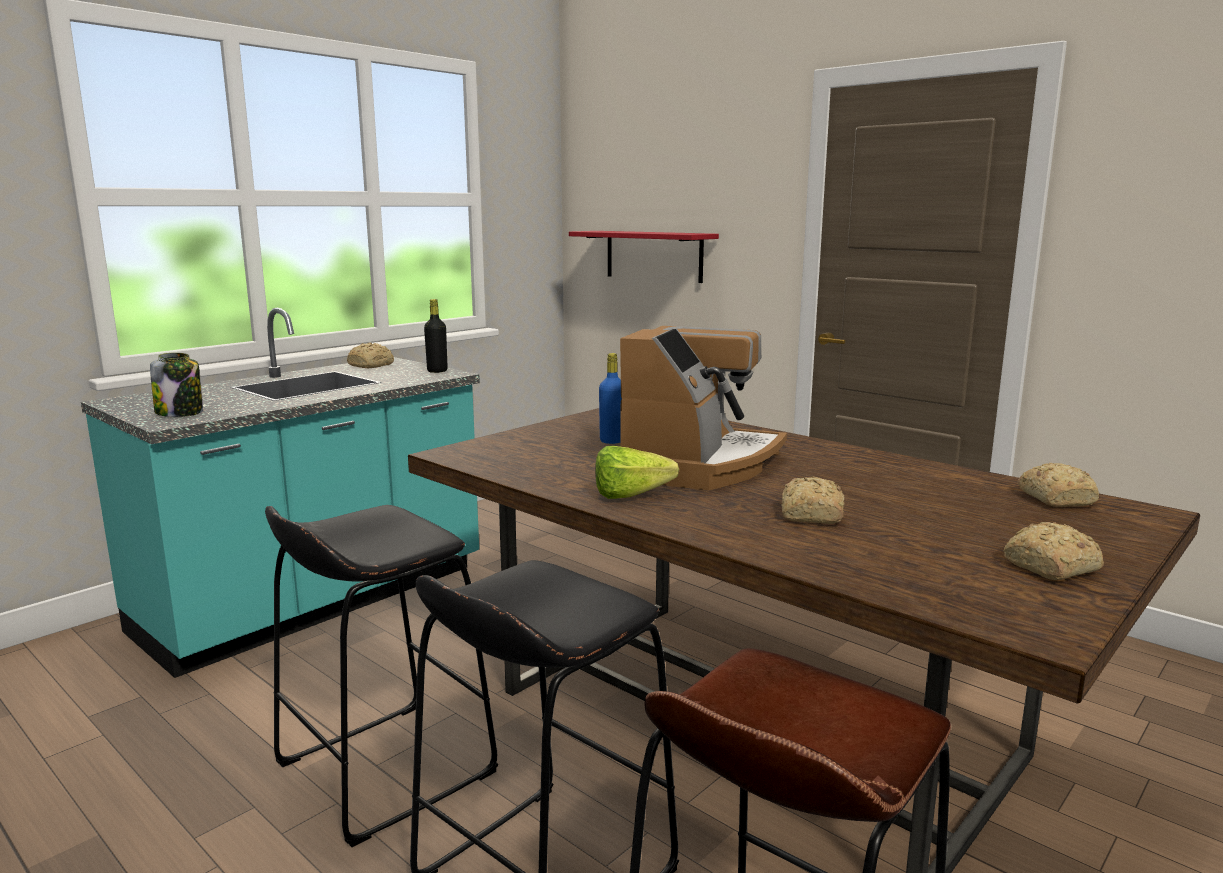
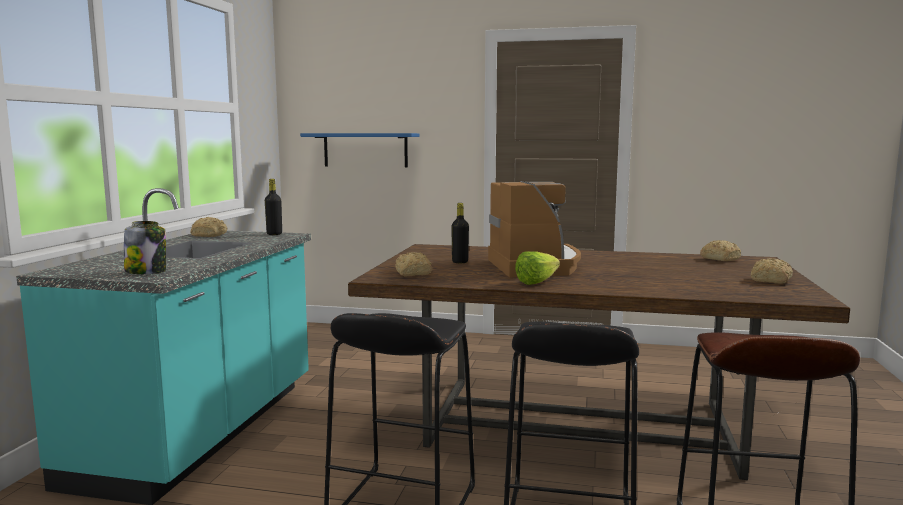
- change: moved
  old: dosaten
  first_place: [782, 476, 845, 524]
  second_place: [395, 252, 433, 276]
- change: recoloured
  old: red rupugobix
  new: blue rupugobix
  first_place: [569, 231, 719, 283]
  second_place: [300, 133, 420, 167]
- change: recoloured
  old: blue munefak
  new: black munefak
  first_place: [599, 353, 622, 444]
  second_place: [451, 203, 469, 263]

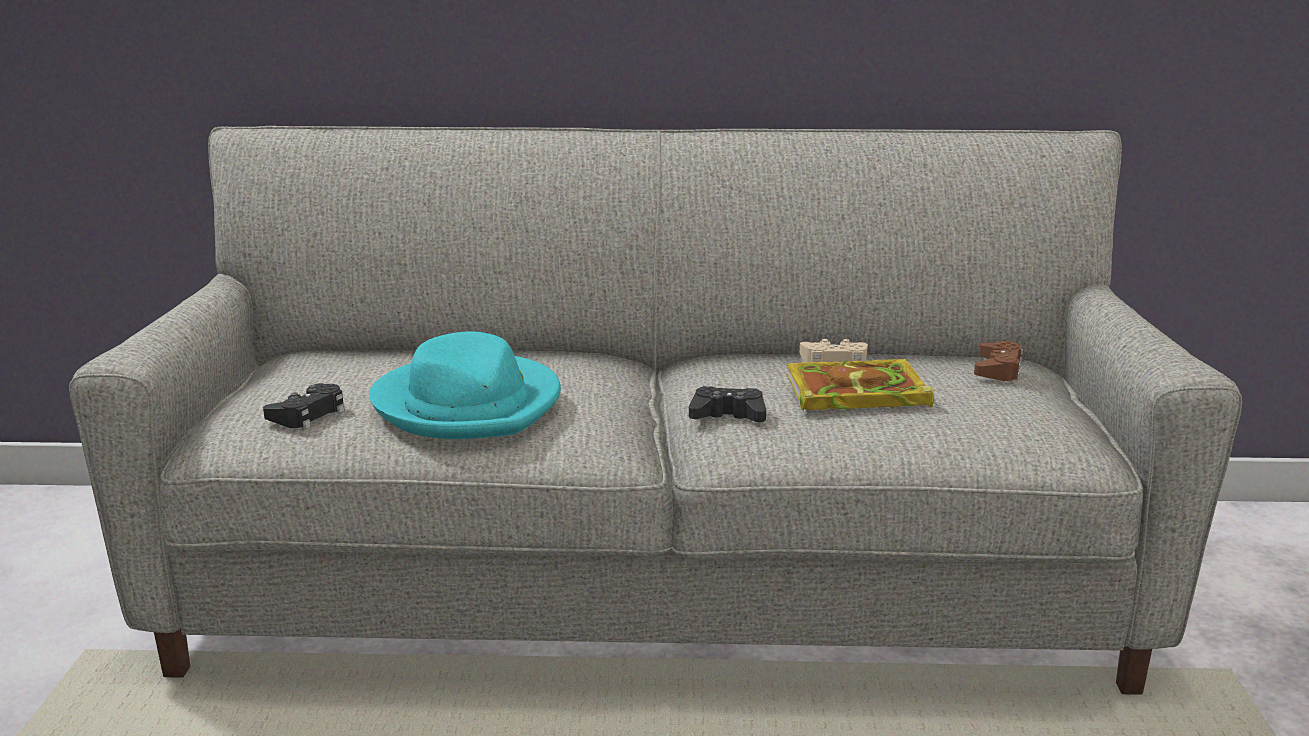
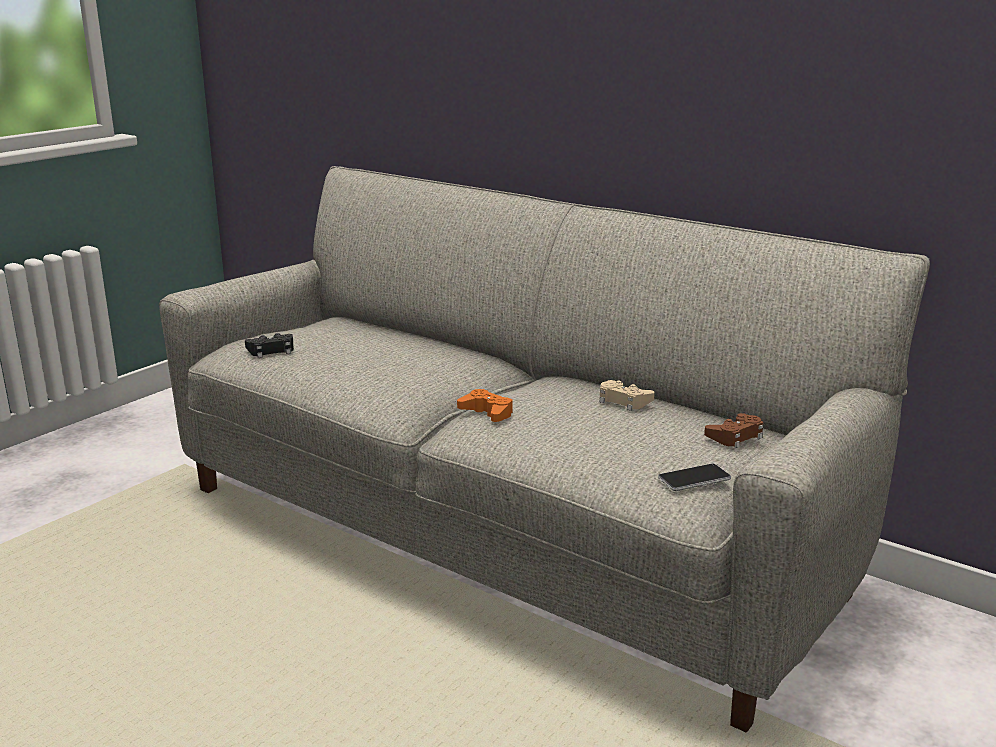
- change: removed
  old: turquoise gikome
  first_place: [369, 331, 561, 439]
- change: removed
  old: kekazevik
  first_place: [787, 359, 934, 410]
- change: added
  new: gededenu
  second_place: [658, 464, 731, 491]
- change: recoloured
  old: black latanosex
  new: orange latanosex
  first_place: [689, 386, 766, 422]
  second_place: [457, 389, 513, 422]

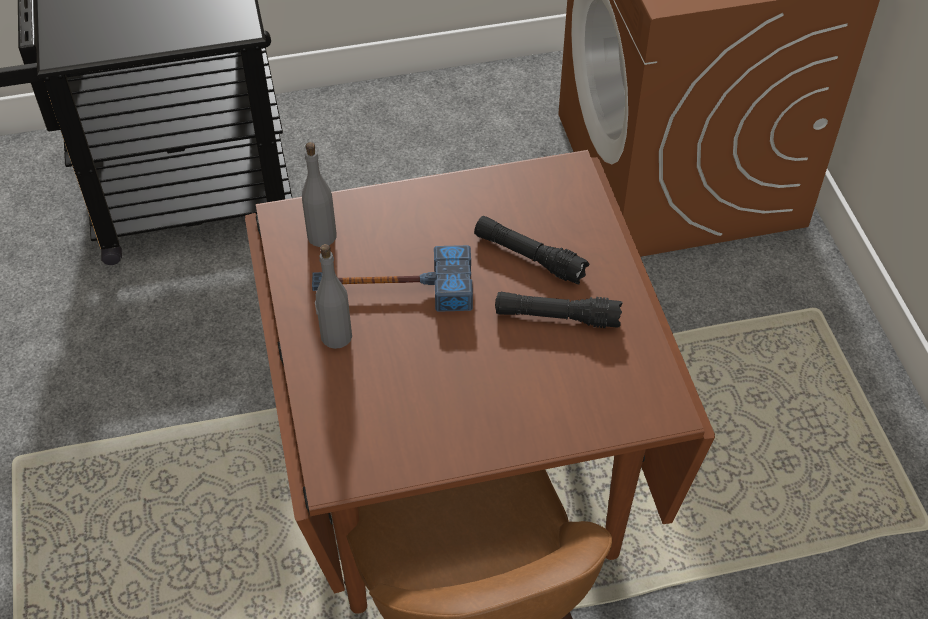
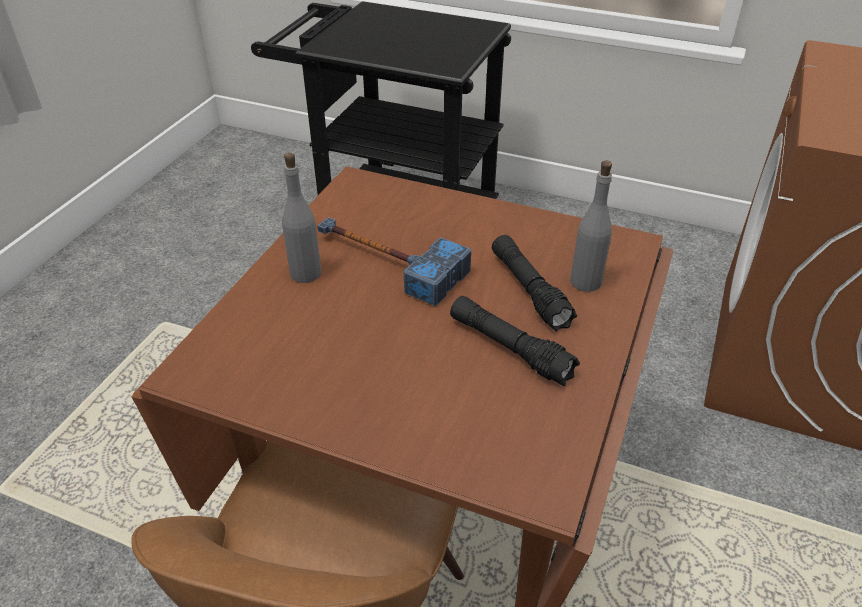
- change: moved
  old: grey munefak
  first_place: [302, 142, 337, 247]
  second_place: [570, 160, 612, 292]

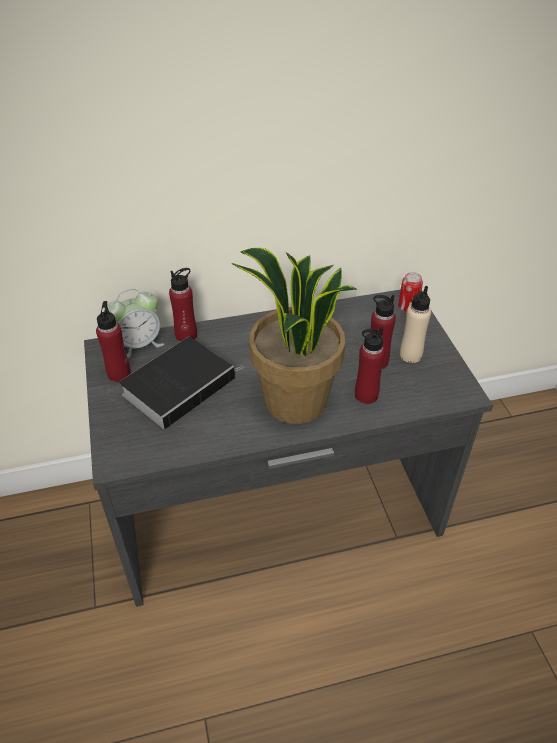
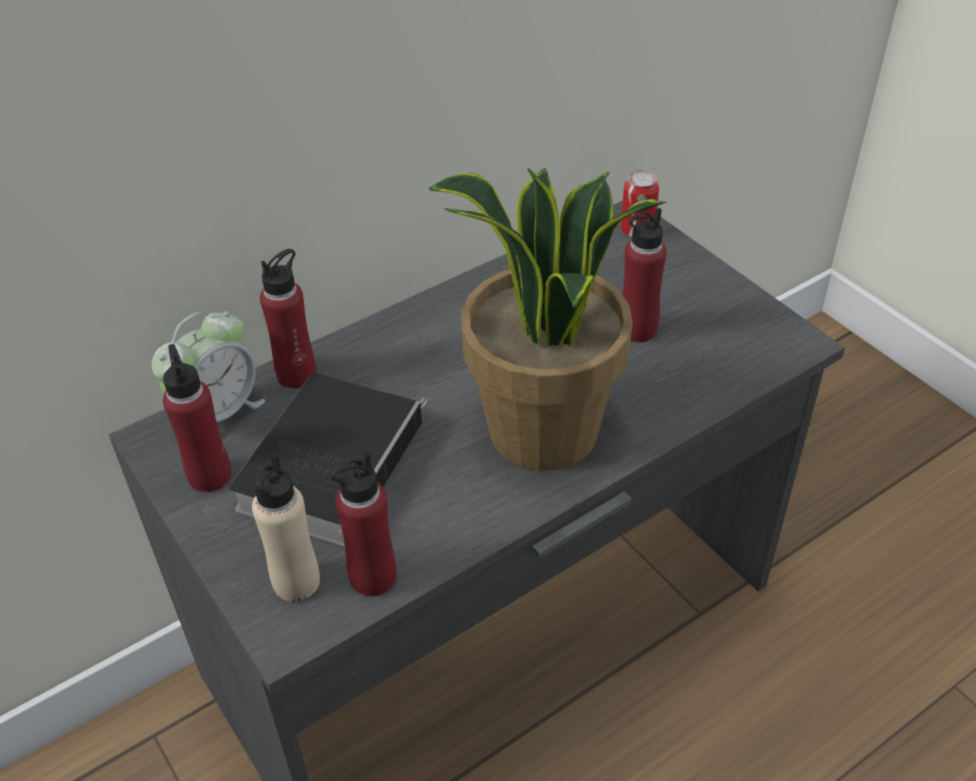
- change: moved
  old: red munefak
  first_place: [355, 327, 385, 404]
  second_place: [330, 451, 397, 596]
- change: moved
  old: beige munefak
  first_place: [400, 286, 431, 363]
  second_place: [252, 453, 320, 602]

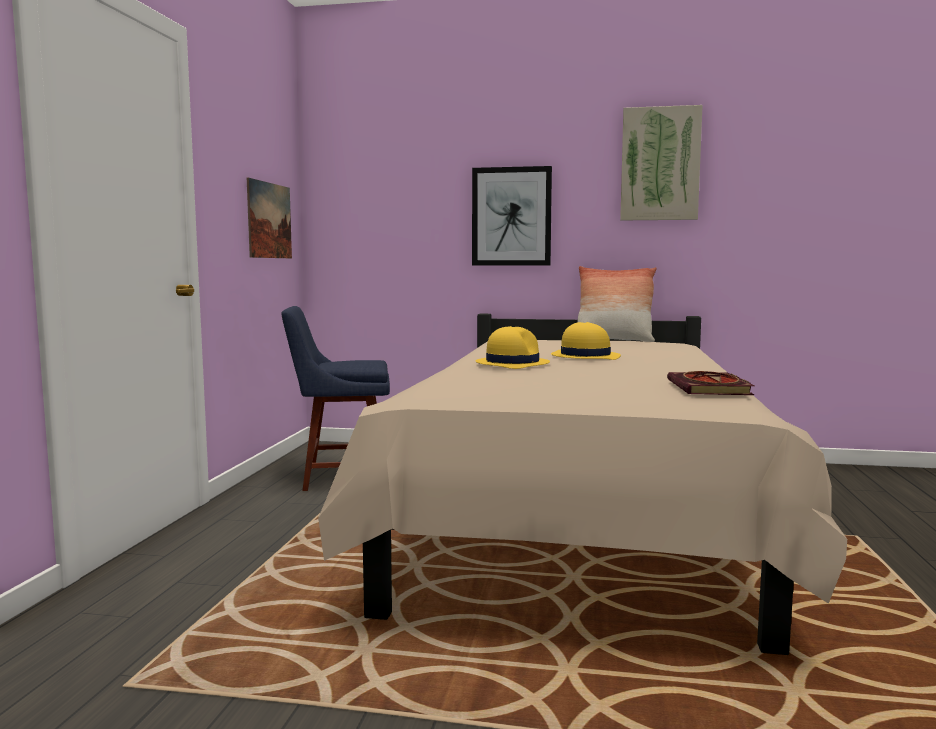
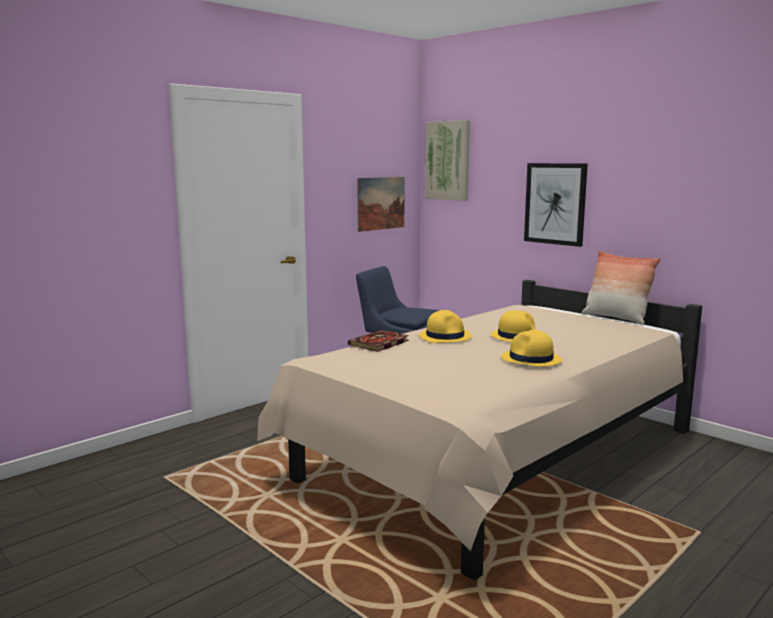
- change: added
  new: yellow gikome
  second_place: [501, 330, 562, 367]
- change: moved
  old: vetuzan
  first_place: [620, 105, 703, 221]
  second_place: [425, 120, 470, 201]
- change: moved
  old: kekazevik
  first_place: [667, 371, 754, 395]
  second_place: [348, 330, 409, 352]

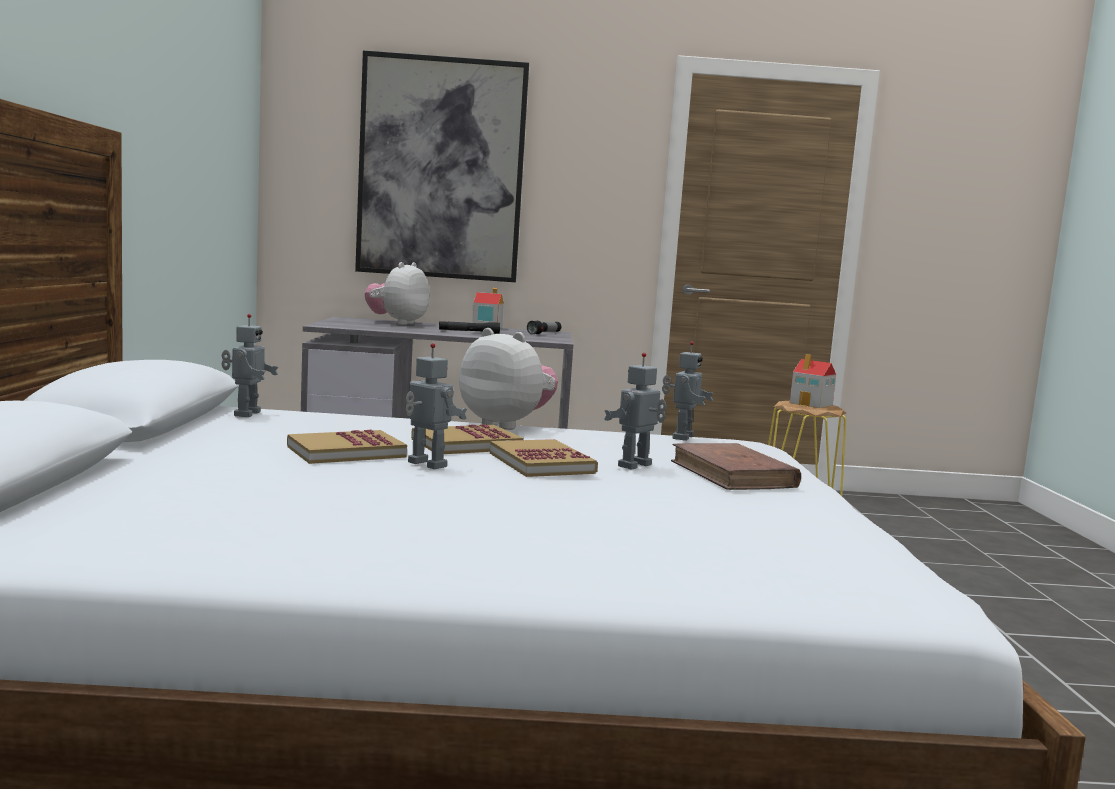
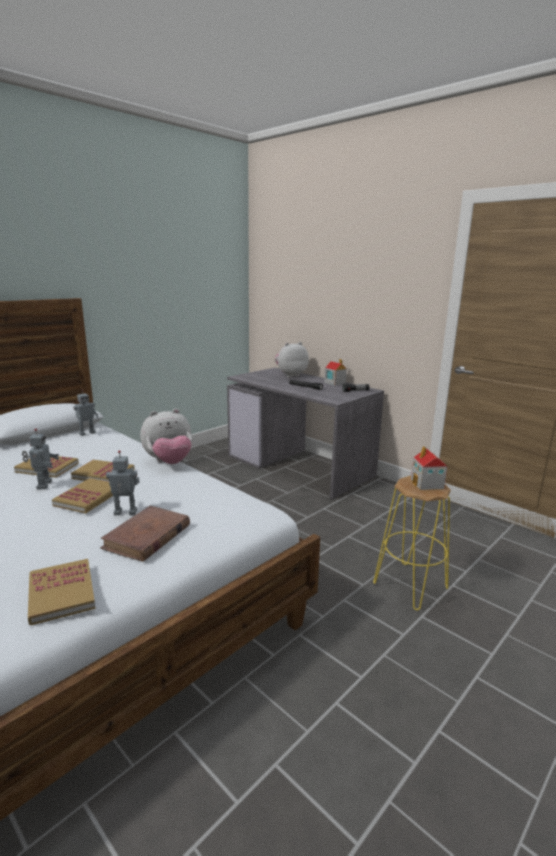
- change: removed
  old: vetuzan
  first_place: [355, 50, 529, 282]
- change: removed
  old: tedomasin
  first_place: [662, 341, 714, 441]
- change: added
  new: kekazevik
  second_place: [28, 559, 96, 625]
- change: turned
  old: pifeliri
  first_place: [459, 328, 558, 430]
  second_place: [140, 409, 192, 464]
  degrees: 75

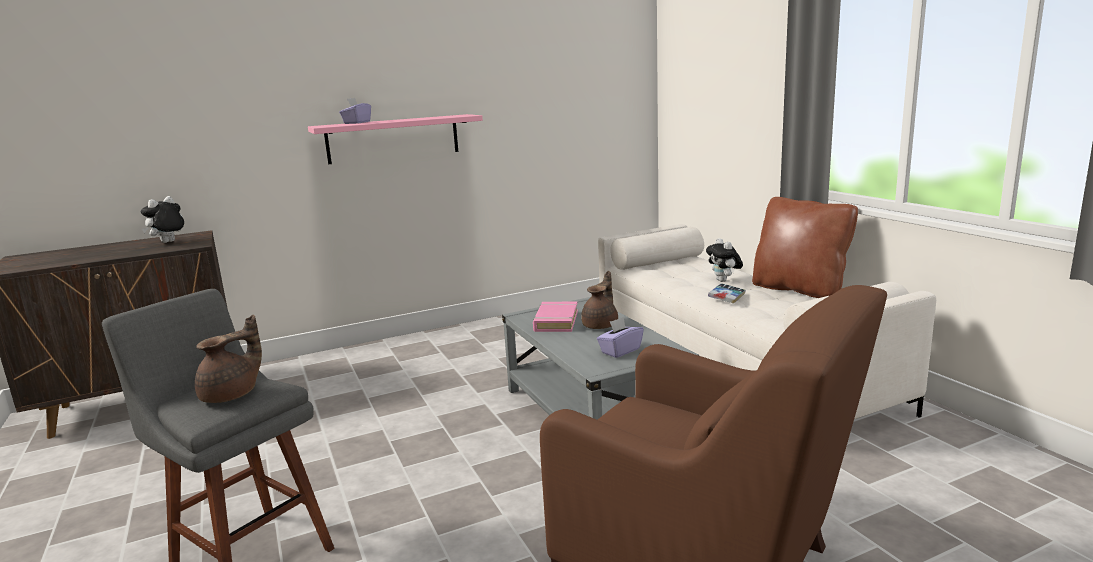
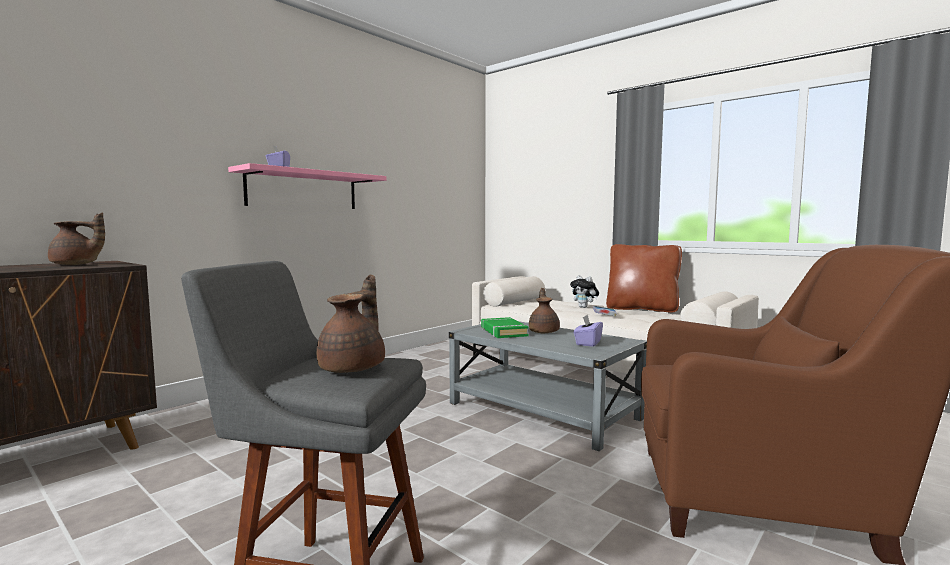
- change: replaced
  old: pifeliri
  new: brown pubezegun
  first_place: [140, 196, 184, 243]
  second_place: [48, 213, 105, 265]
- change: recoloured
  old: pink kekazevik
  new: green kekazevik
  first_place: [533, 302, 578, 332]
  second_place: [481, 317, 529, 338]

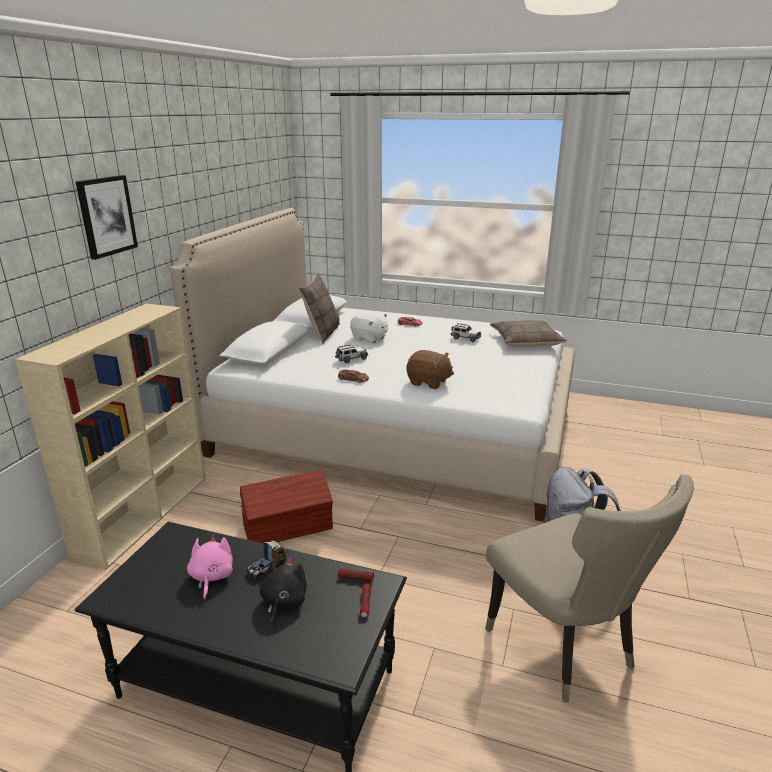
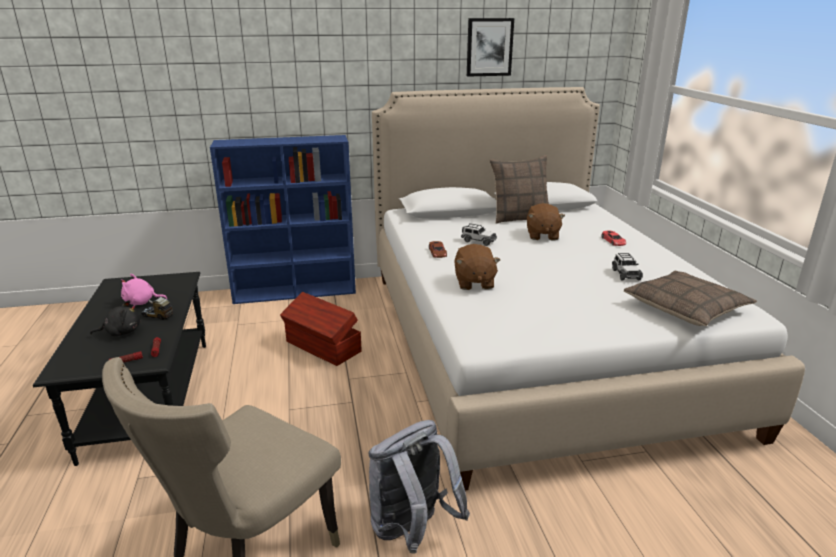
- change: moved
  old: vetuzan
  first_place: [76, 175, 138, 260]
  second_place: [467, 18, 514, 76]
- change: recoloured
  old: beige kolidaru
  new: blue kolidaru
  first_place: [15, 304, 206, 570]
  second_place: [210, 135, 356, 304]
- change: recoloured
  old: white pifeliri
  new: brown pifeliri
  first_place: [350, 311, 388, 343]
  second_place: [527, 203, 565, 241]
- change: turned
  old: pink pifeliri
  first_place: [187, 534, 233, 600]
  second_place: [120, 274, 167, 305]
  degrees: -150

